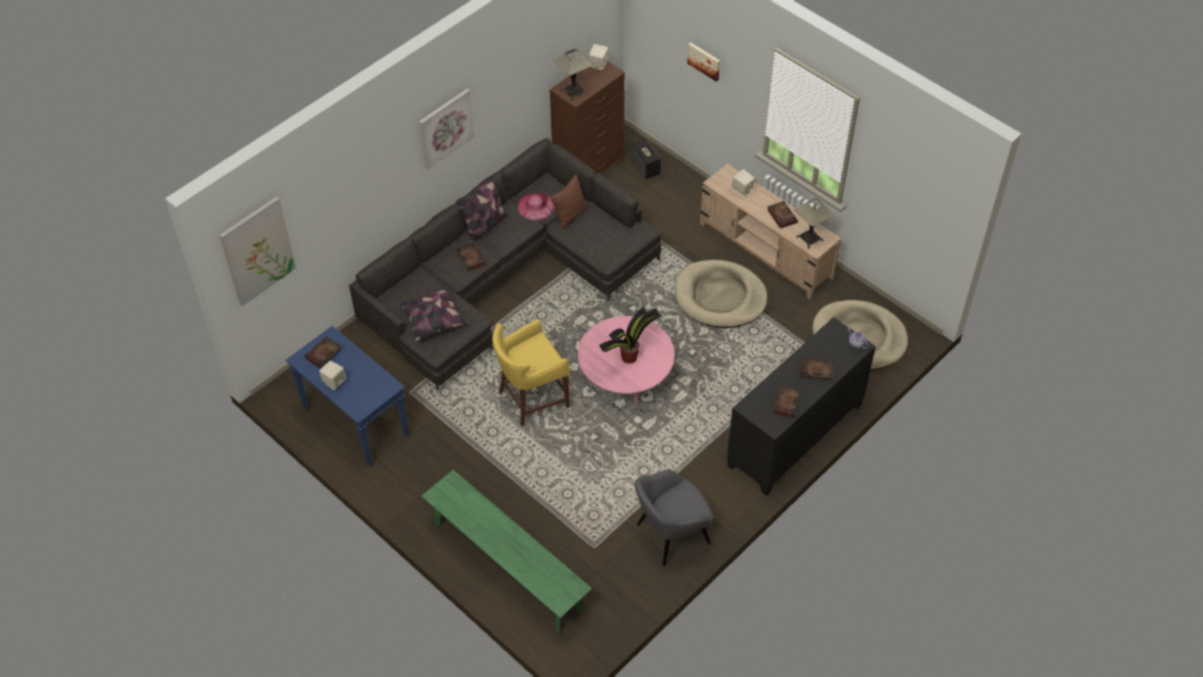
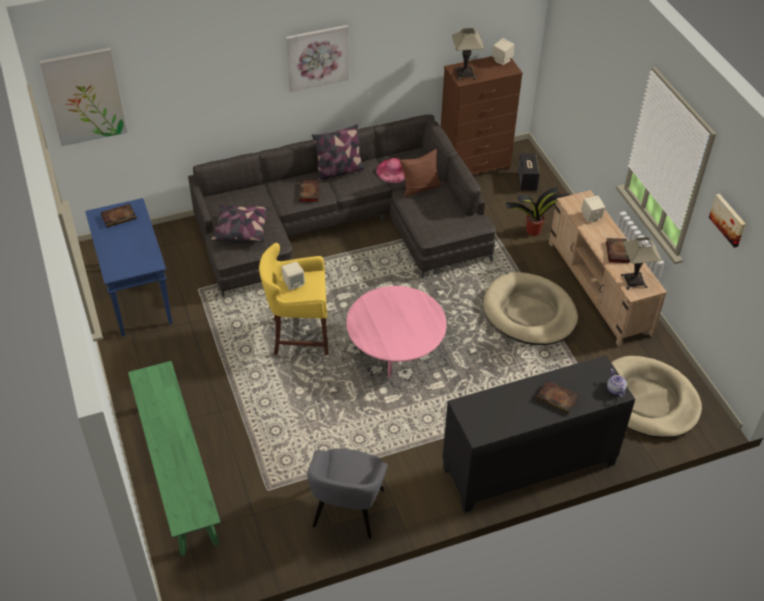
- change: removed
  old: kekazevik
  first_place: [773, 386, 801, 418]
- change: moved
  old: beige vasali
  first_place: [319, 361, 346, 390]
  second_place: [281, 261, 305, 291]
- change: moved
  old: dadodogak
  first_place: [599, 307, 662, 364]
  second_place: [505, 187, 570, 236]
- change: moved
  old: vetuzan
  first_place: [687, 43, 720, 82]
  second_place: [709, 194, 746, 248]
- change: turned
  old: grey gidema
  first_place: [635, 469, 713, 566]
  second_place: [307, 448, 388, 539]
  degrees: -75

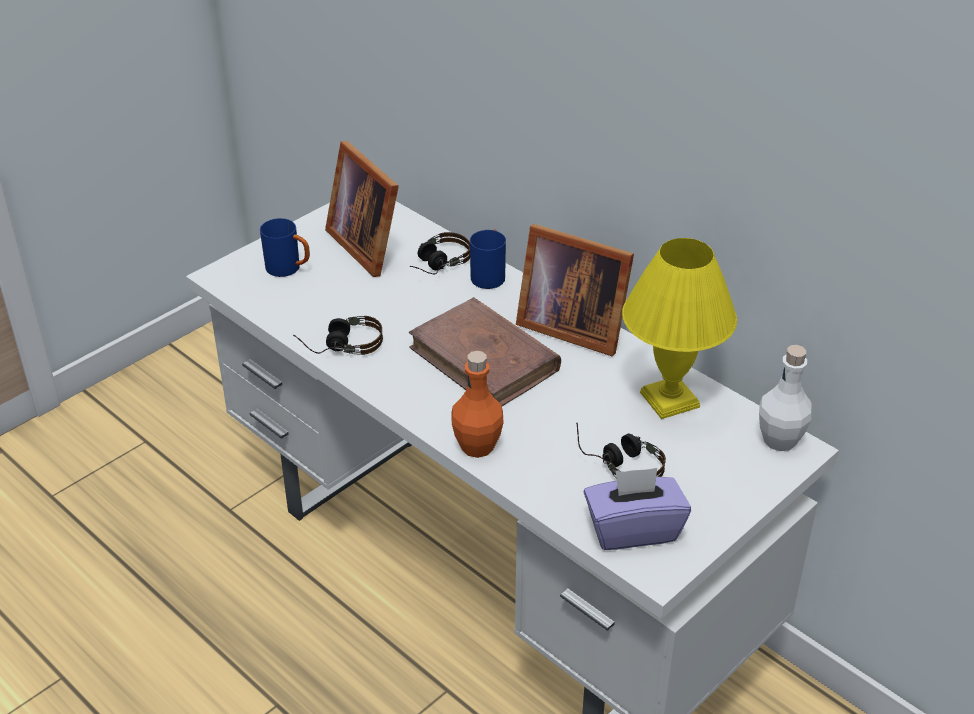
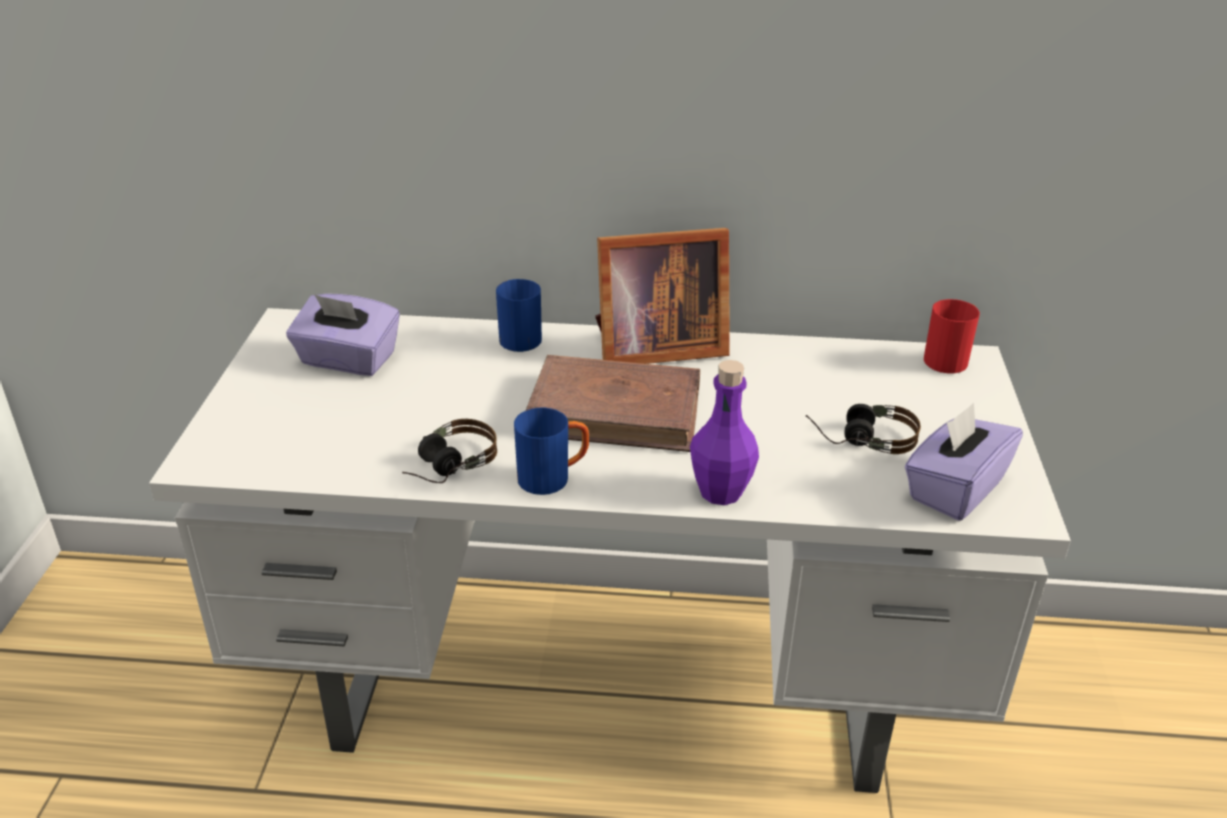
- change: removed
  old: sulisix
  first_place: [410, 232, 470, 274]
- change: removed
  old: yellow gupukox
  first_place: [622, 238, 737, 419]
- change: moved
  old: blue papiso
  first_place: [260, 218, 310, 277]
  second_place: [514, 407, 589, 495]
- change: replaced
  old: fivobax
  new: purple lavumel
  first_place: [325, 141, 399, 277]
  second_place: [286, 293, 400, 376]
- change: replaced
  old: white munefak
  new: red papiso
  first_place: [759, 345, 812, 451]
  second_place: [924, 299, 980, 373]
- change: recoloured
  old: orange munefak
  new: purple munefak
  first_place: [452, 351, 504, 458]
  second_place: [690, 360, 759, 505]

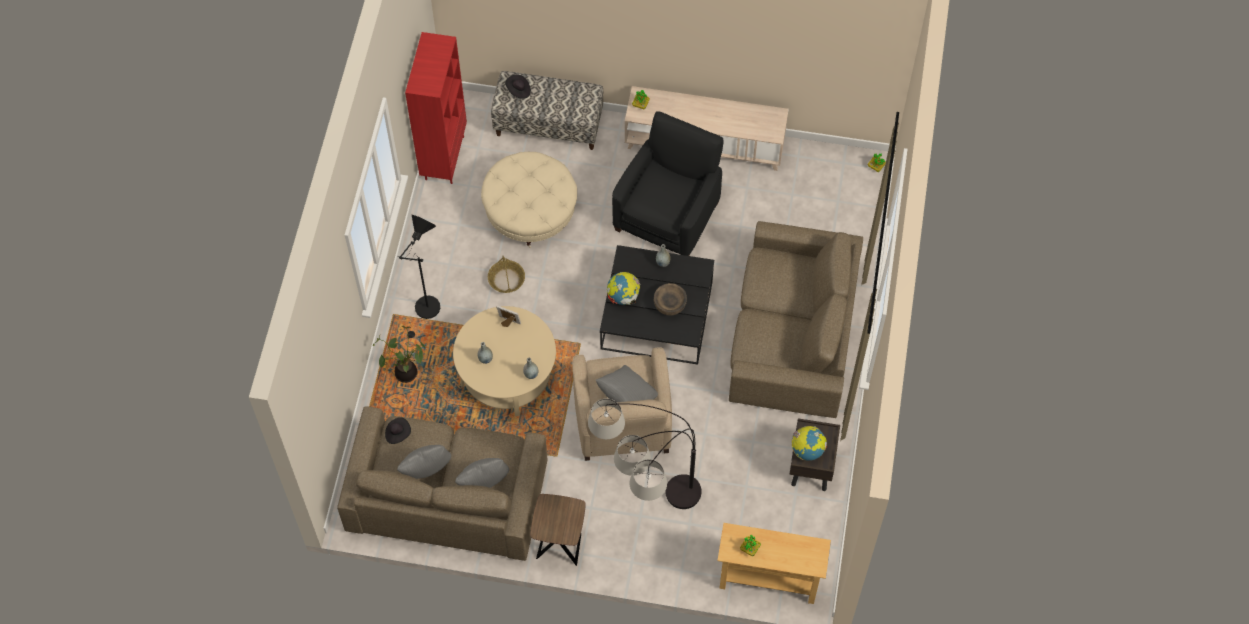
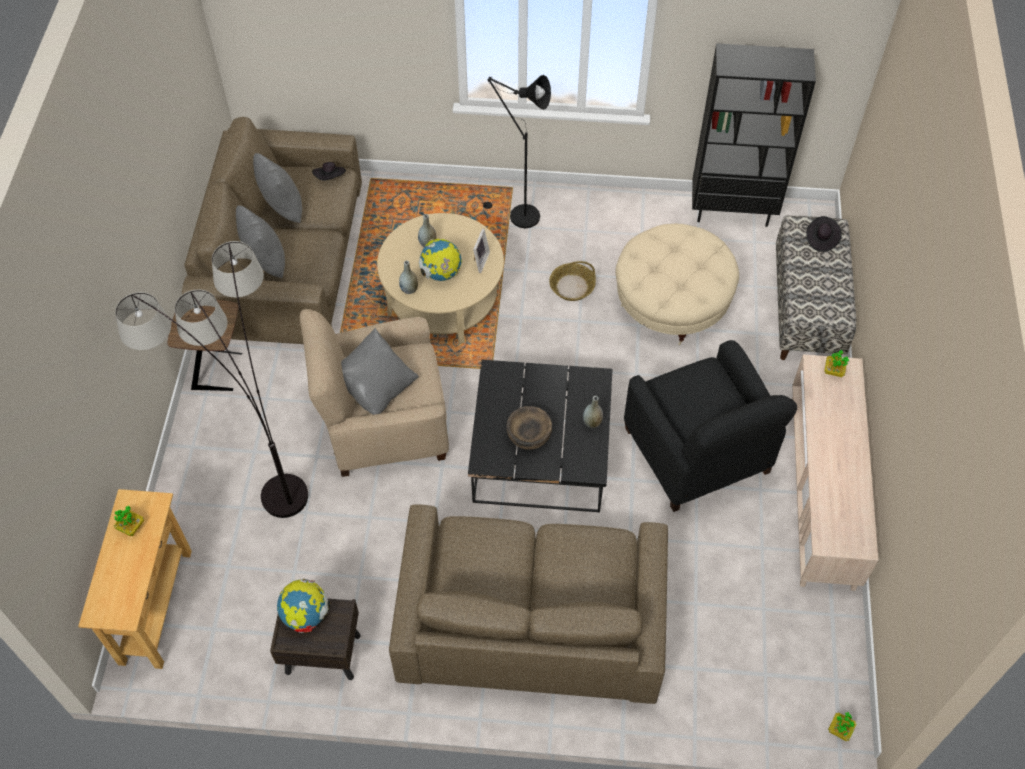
- change: removed
  old: dadodogak
  first_place: [373, 326, 426, 383]
- change: moved
  old: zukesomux
  first_place: [607, 272, 640, 305]
  second_place: [419, 239, 462, 281]
- change: recoloured
  old: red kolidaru
  new: black kolidaru
  first_place: [405, 32, 467, 184]
  second_place: [692, 43, 816, 227]
- change: turned
  old: black gidema
  first_place: [612, 111, 723, 256]
  second_place: [624, 340, 797, 512]
  degrees: 45

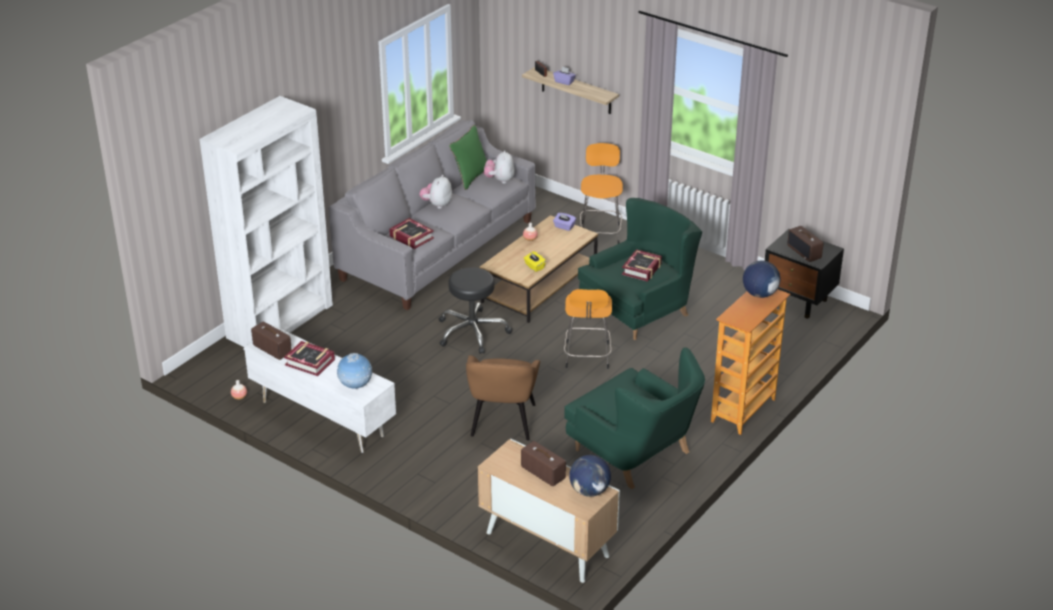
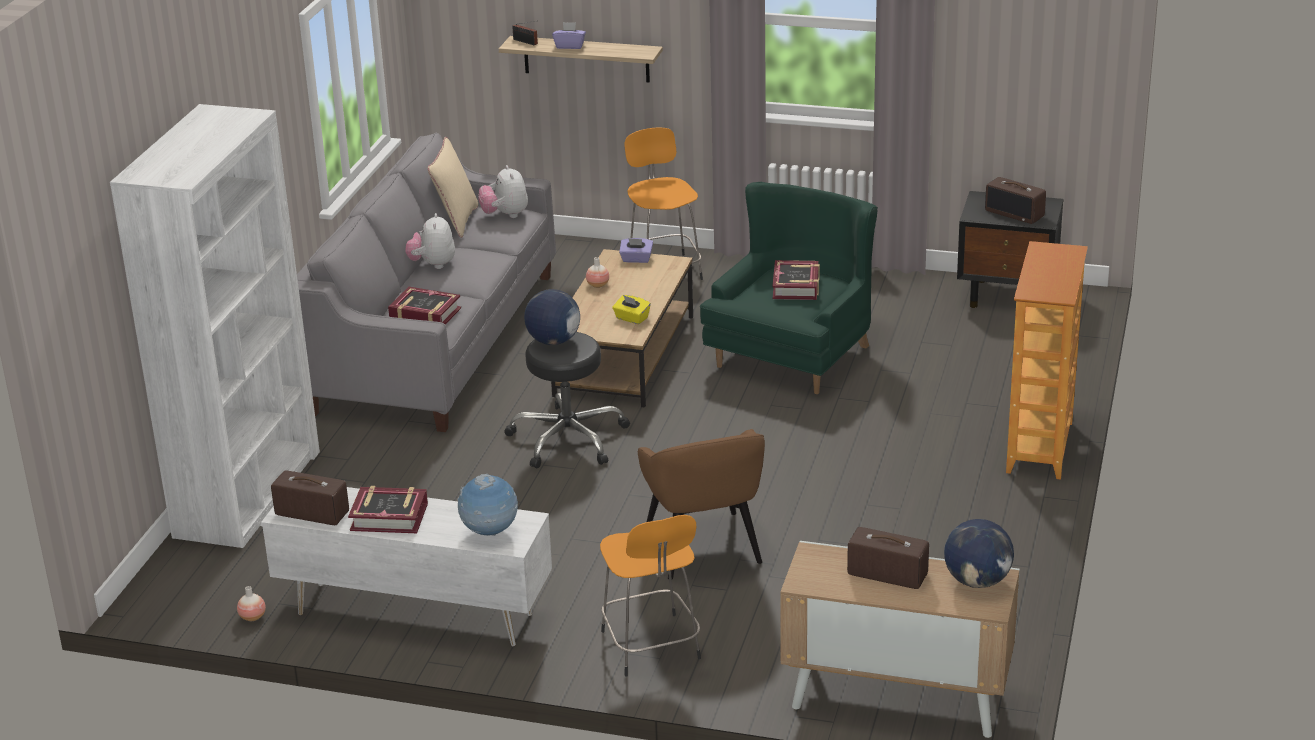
- change: removed
  old: green gidema
  first_place: [564, 348, 705, 489]
- change: moved
  old: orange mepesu
  first_place: [564, 289, 612, 369]
  second_place: [600, 515, 701, 676]
- change: moved
  old: zukesomux
  first_place: [743, 260, 780, 298]
  second_place: [524, 289, 580, 345]
- change: recoloured
  old: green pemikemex
  new: beige pemikemex
  first_place: [449, 125, 487, 190]
  second_place: [428, 137, 478, 238]

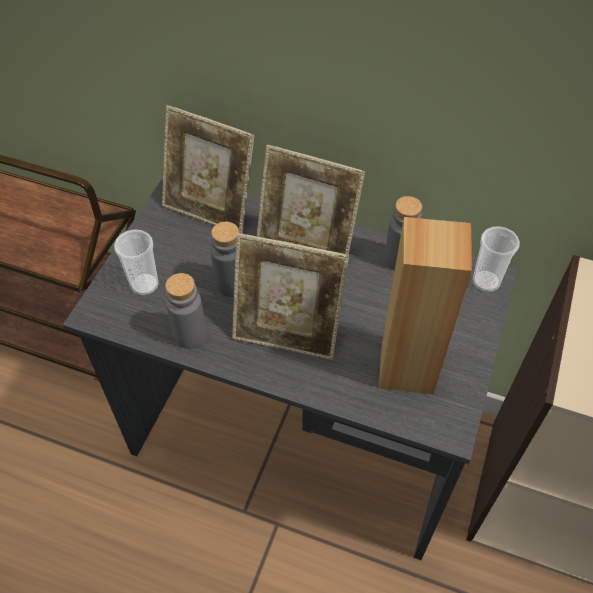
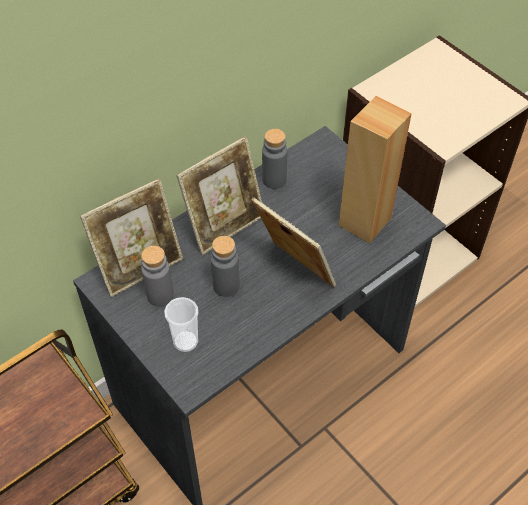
- change: removed
  old: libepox
  first_place: [473, 226, 520, 292]
- change: moved
  old: grey munefak
  first_place: [165, 273, 207, 349]
  second_place: [141, 246, 174, 307]
- change: turned
  old: fivobax
  first_place: [232, 233, 349, 360]
  second_place: [251, 197, 336, 287]
  degrees: -90

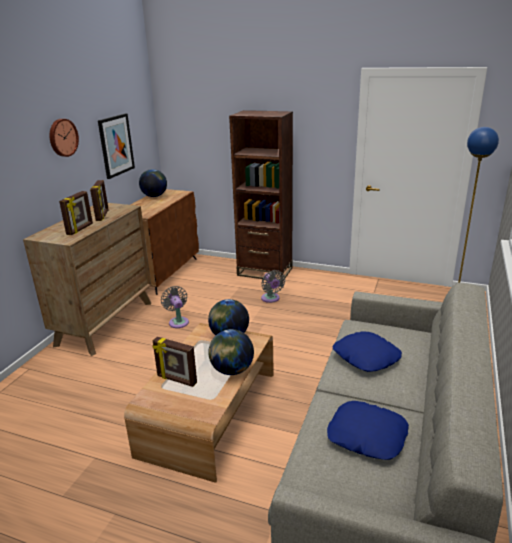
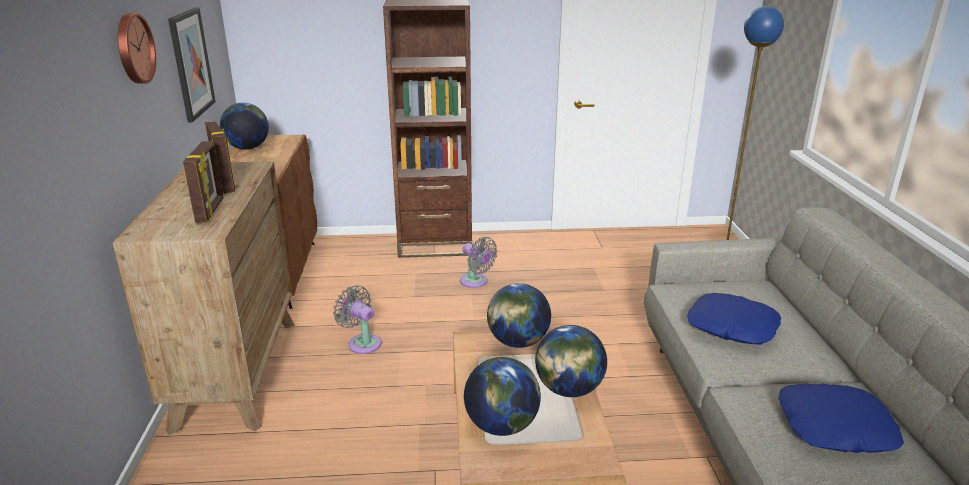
- change: replaced
  old: fivobax
  new: zukesomux
  first_place: [152, 337, 197, 387]
  second_place: [464, 357, 541, 436]

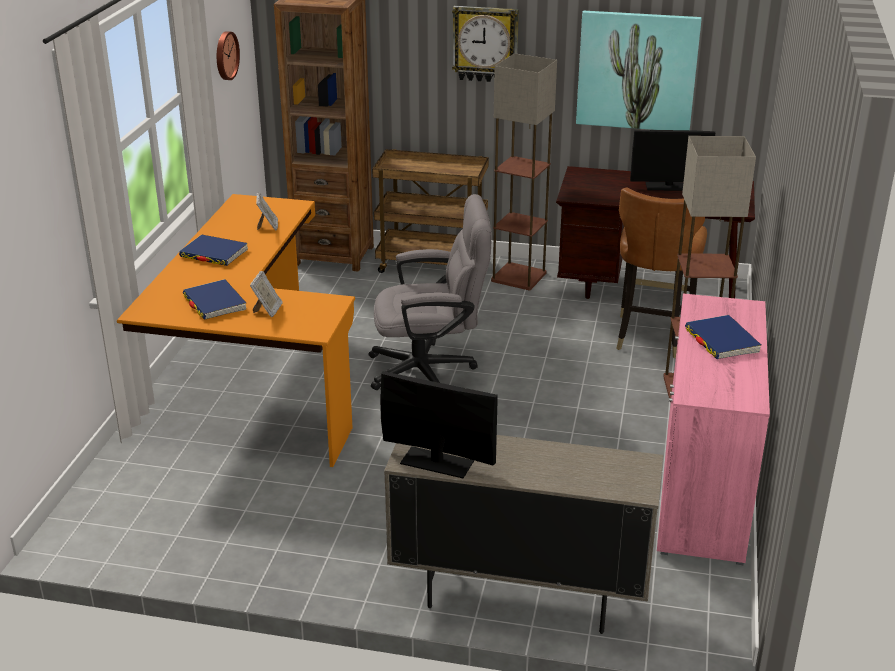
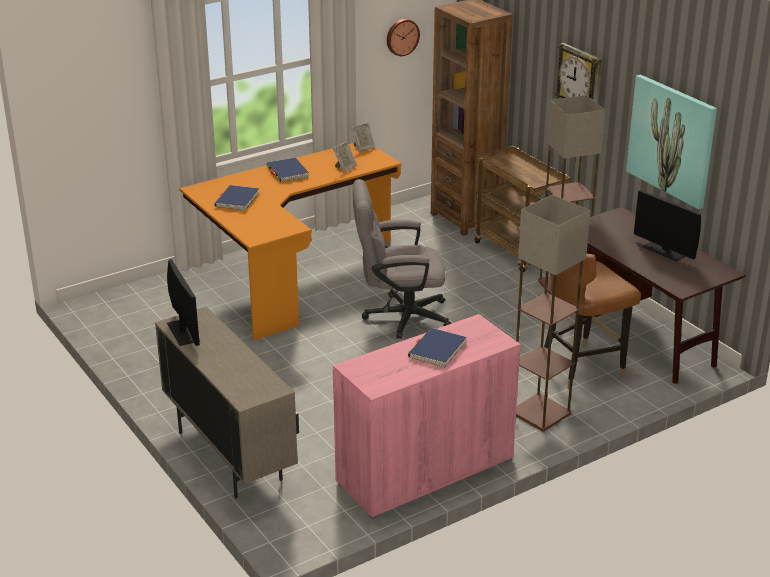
- change: moved
  old: fivobax
  first_place: [250, 271, 283, 317]
  second_place: [351, 123, 375, 152]
- change: turned
  old: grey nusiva
  first_place: [369, 194, 492, 390]
  second_place: [353, 179, 451, 339]
  degrees: 135

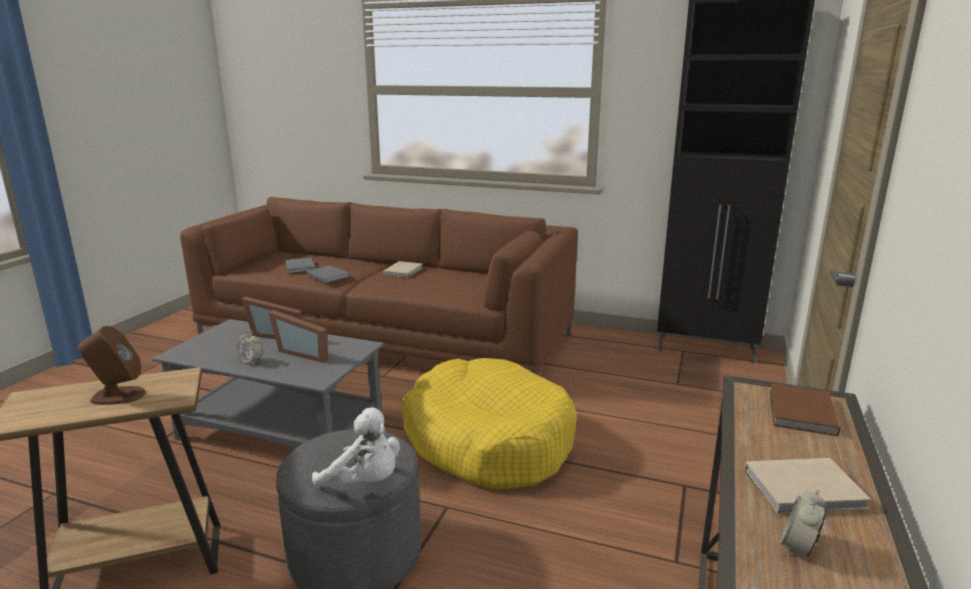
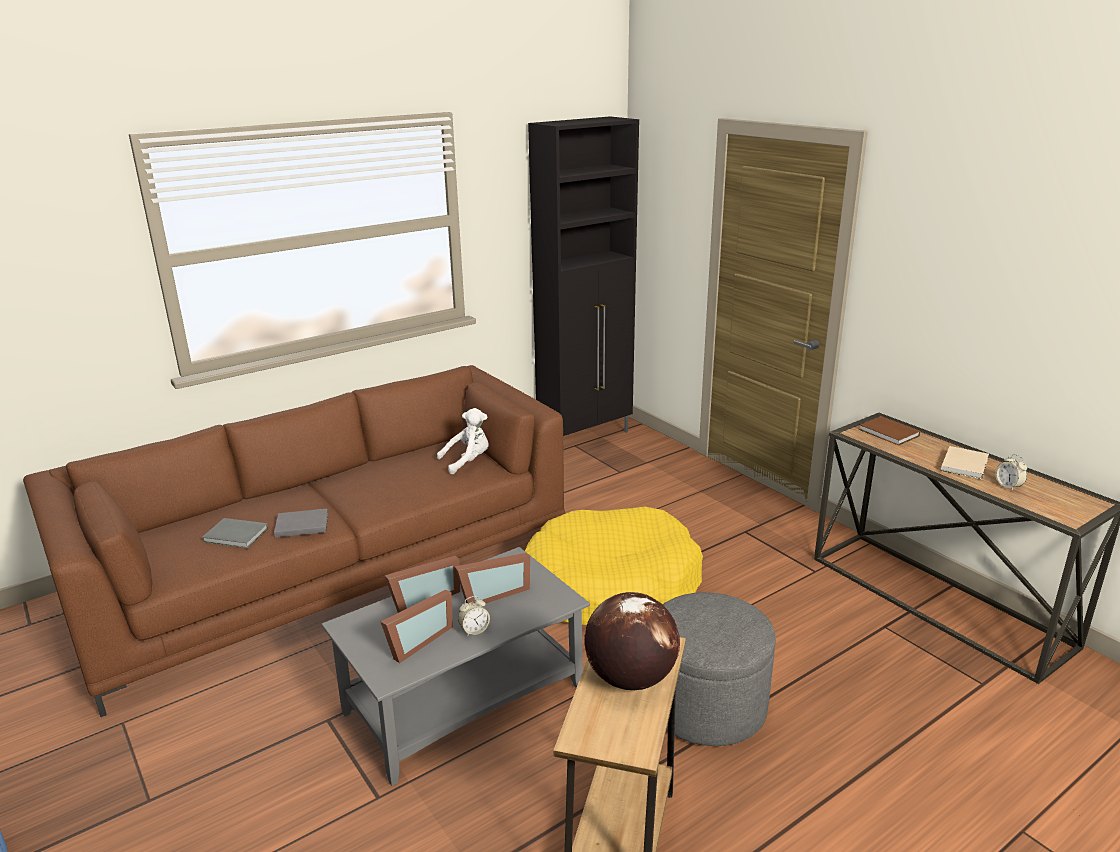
- change: removed
  old: beige kekazevik
  first_place: [383, 261, 423, 278]
- change: added
  new: fivobax
  second_place: [380, 590, 453, 663]
- change: moved
  old: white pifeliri
  first_place: [312, 407, 400, 488]
  second_place: [437, 408, 489, 475]
- change: replaced
  old: brown vasali
  new: zukesomux
  first_place: [78, 326, 146, 405]
  second_place: [584, 592, 680, 690]

